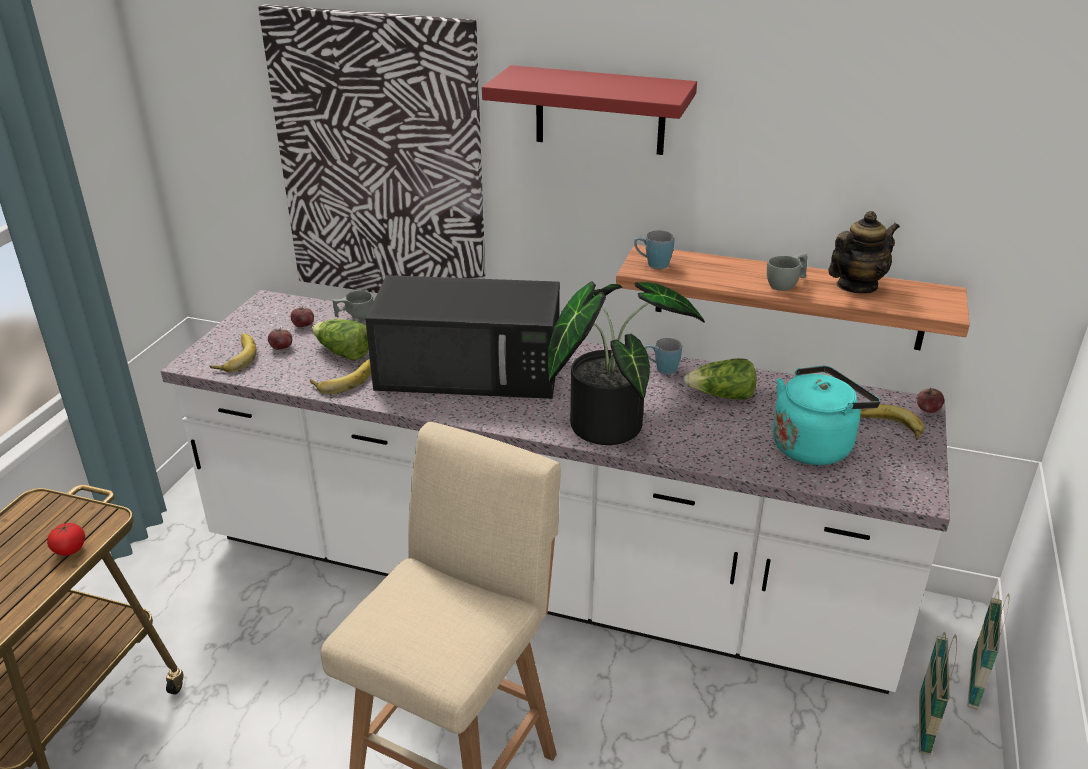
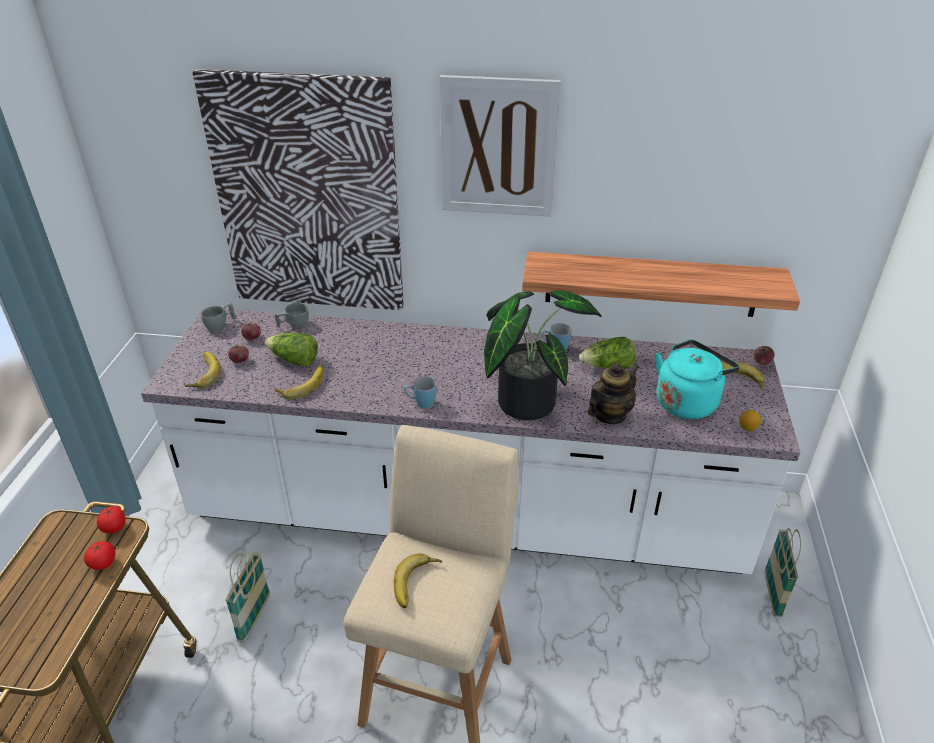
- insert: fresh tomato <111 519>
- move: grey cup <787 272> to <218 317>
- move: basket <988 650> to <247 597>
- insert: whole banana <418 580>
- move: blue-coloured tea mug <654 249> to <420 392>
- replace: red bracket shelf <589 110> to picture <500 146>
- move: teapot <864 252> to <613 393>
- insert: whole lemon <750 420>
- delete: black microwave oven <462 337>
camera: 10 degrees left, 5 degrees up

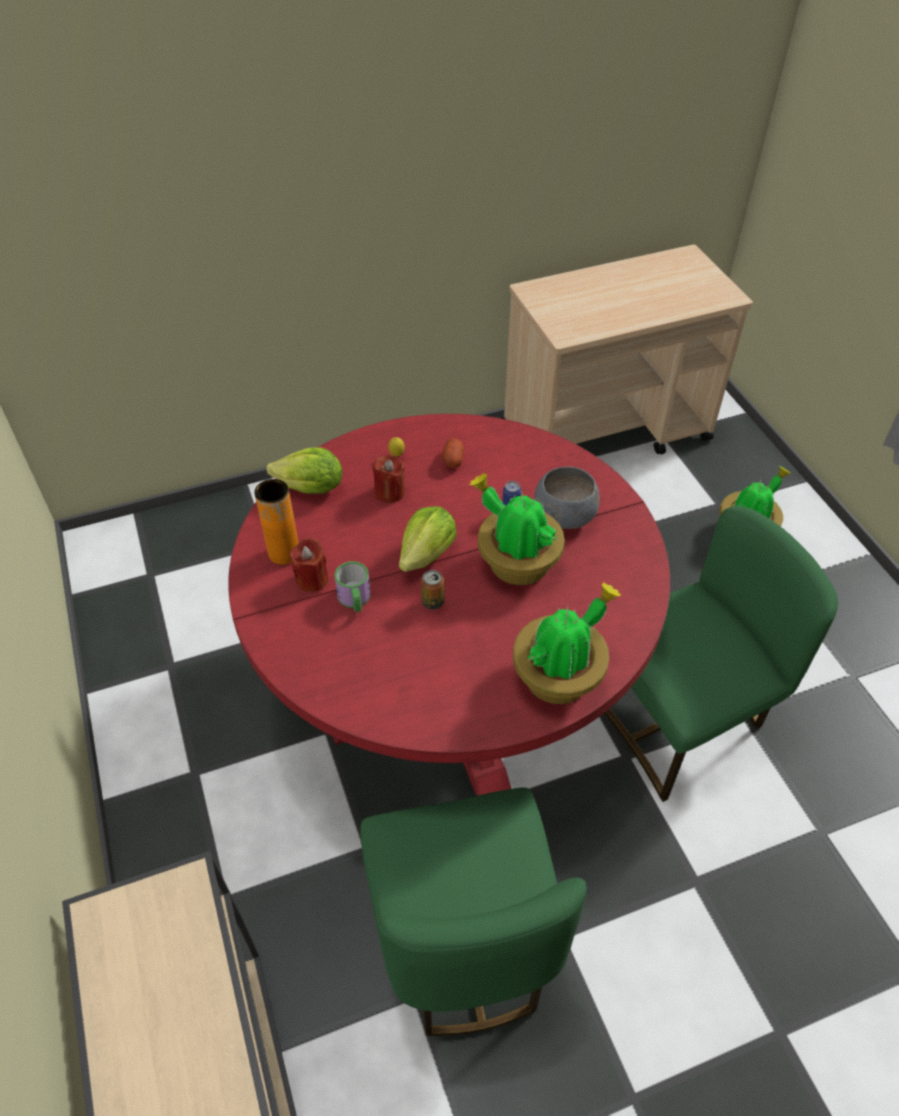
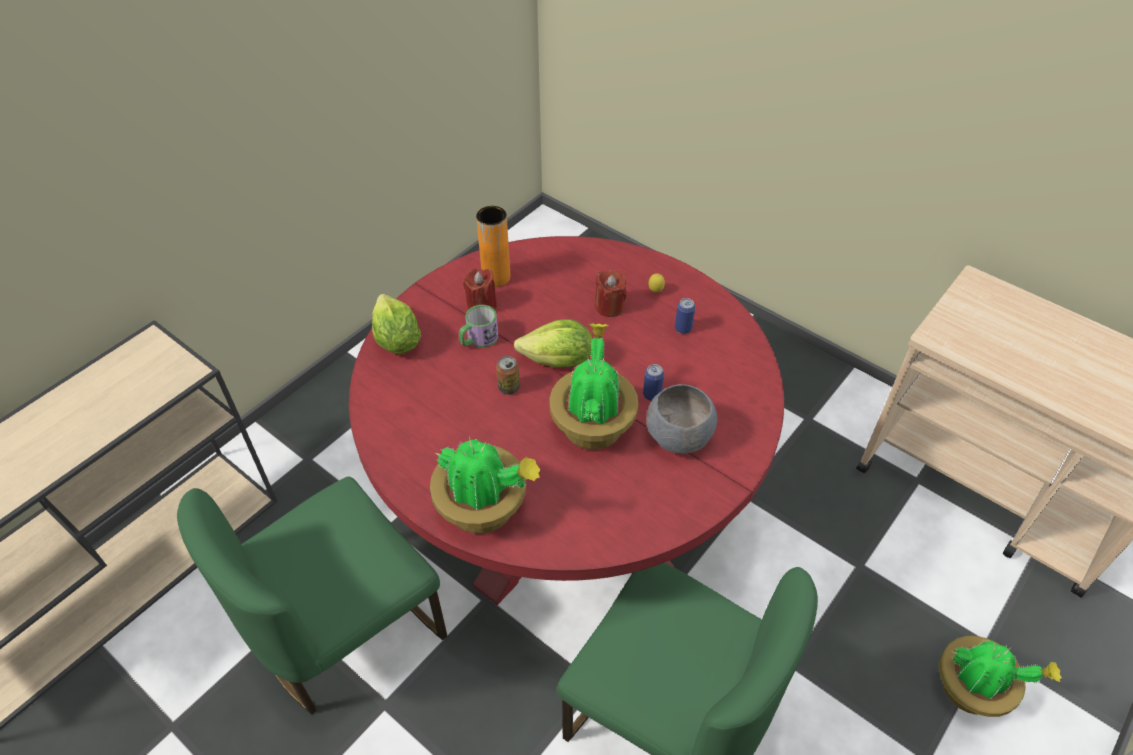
- move: lettuce head <304 470> to <396 324>
- replace: potato <453 453> to metal can <685 316>
camera: 60 degrees right, 0 degrees up

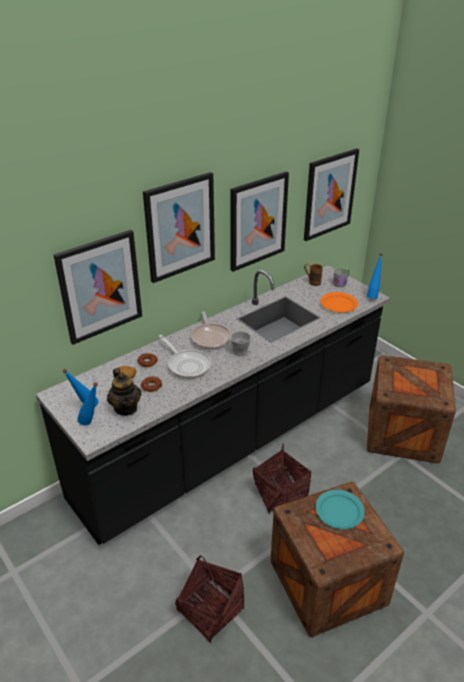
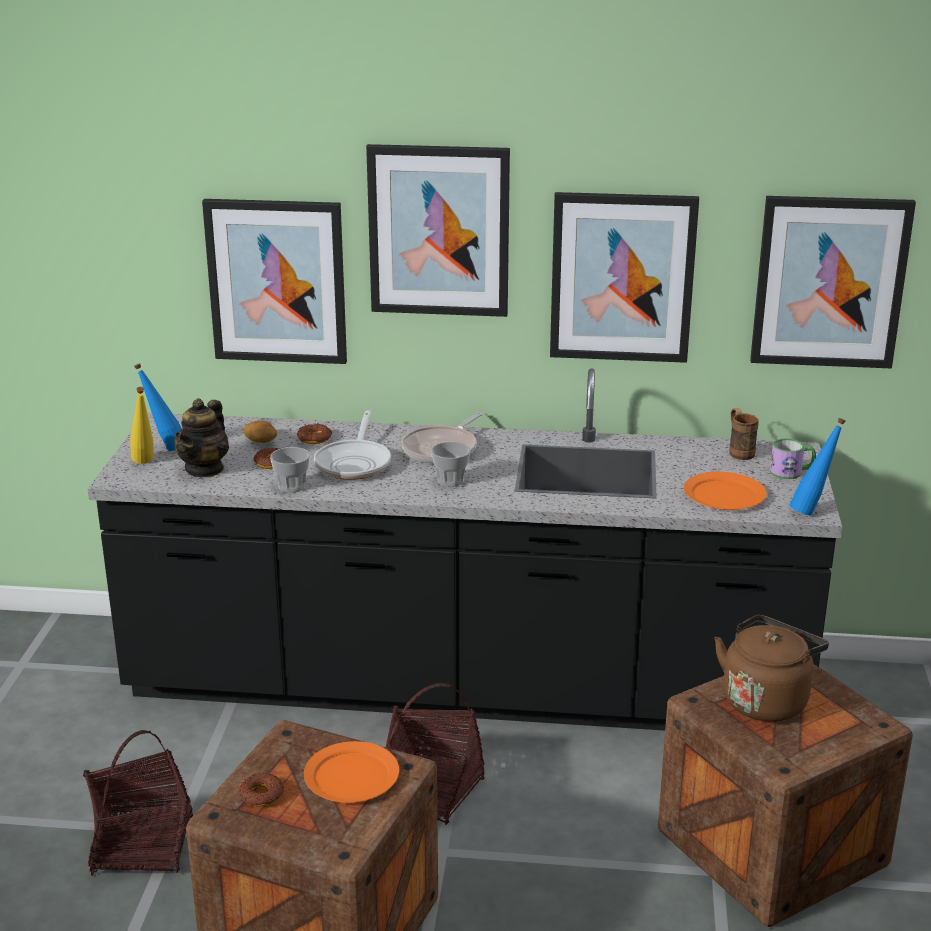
- recolor: blue-coloured beverage bottle <87 403> to yellow beverage bottle <142 425>
- insert: ring doughnut <261 790>
- insert: cup <290 470>
- recolor: turquoise-coloured plate <340 509> to orange plate <351 772>
- insert: brown tea kettle <771 668>
camera: 45 degrees right, 10 degrees down

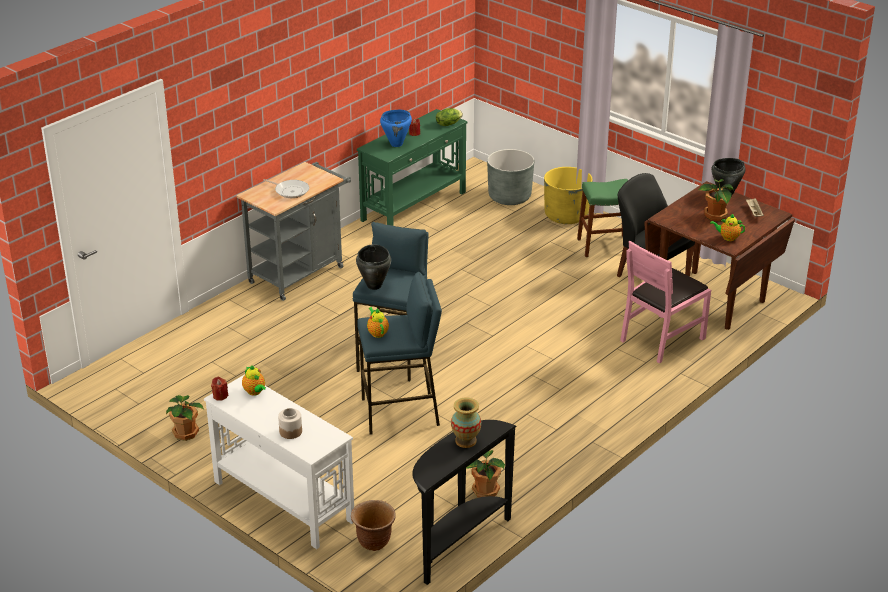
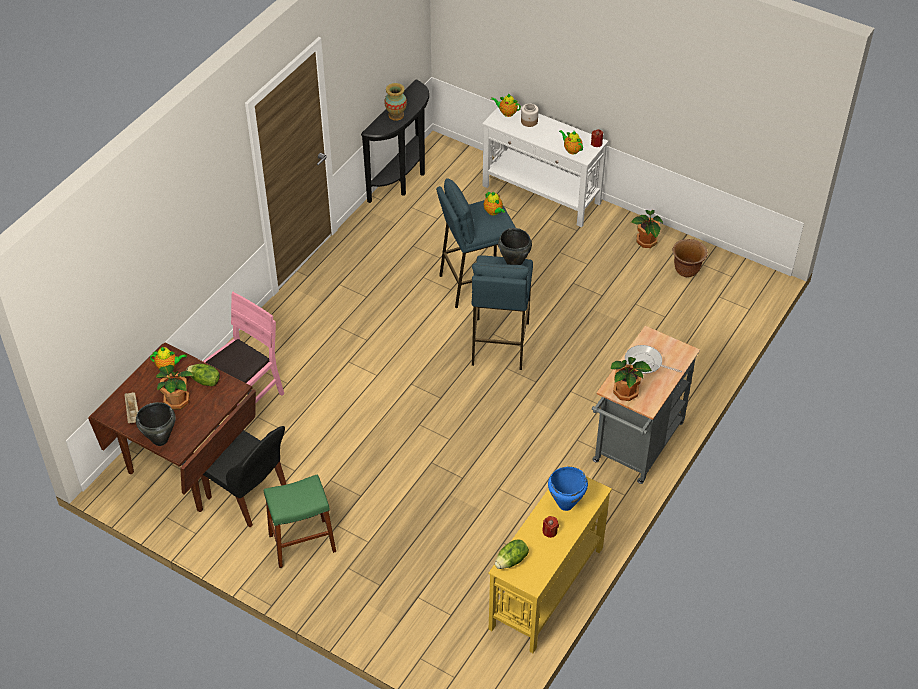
- insert: lettuce head <203 375>
- recolor: greenish console table <412 167> to yellow console table <550 559>
- insert: teapot <506 105>
- move: plant in a pot <485 474> to <631 379>
- move: brown planter <373 525> to <690 258>
- delete: grey planter <510 177>
- delete: yellow planter <568 195>
camera: 170 degrees right, 15 degrees up

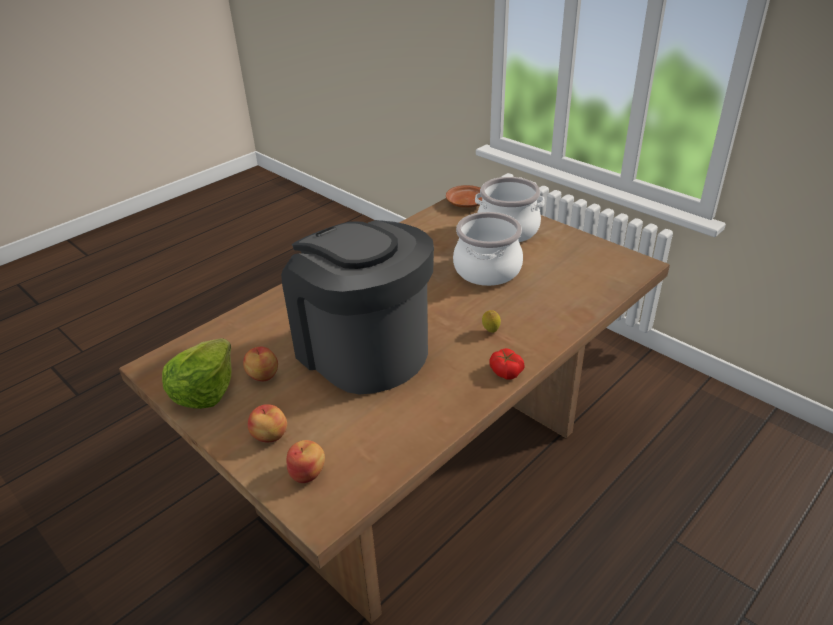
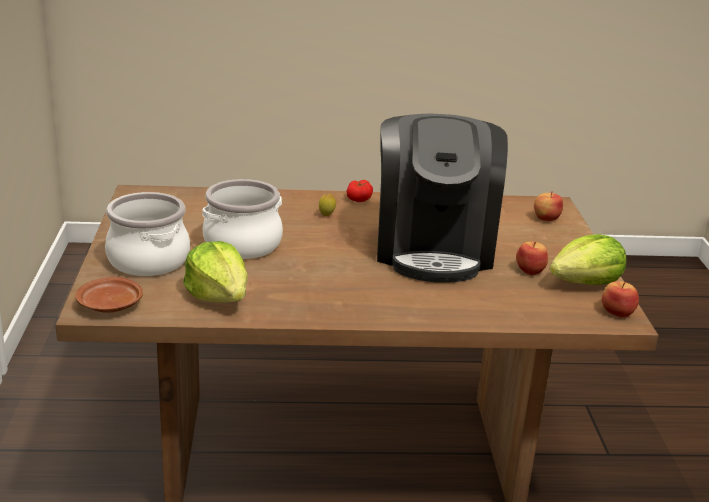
- insert: lettuce head <215 272>
- move: apple <267 423> to <620 299>
camera: 140 degrees left, 10 degrees down

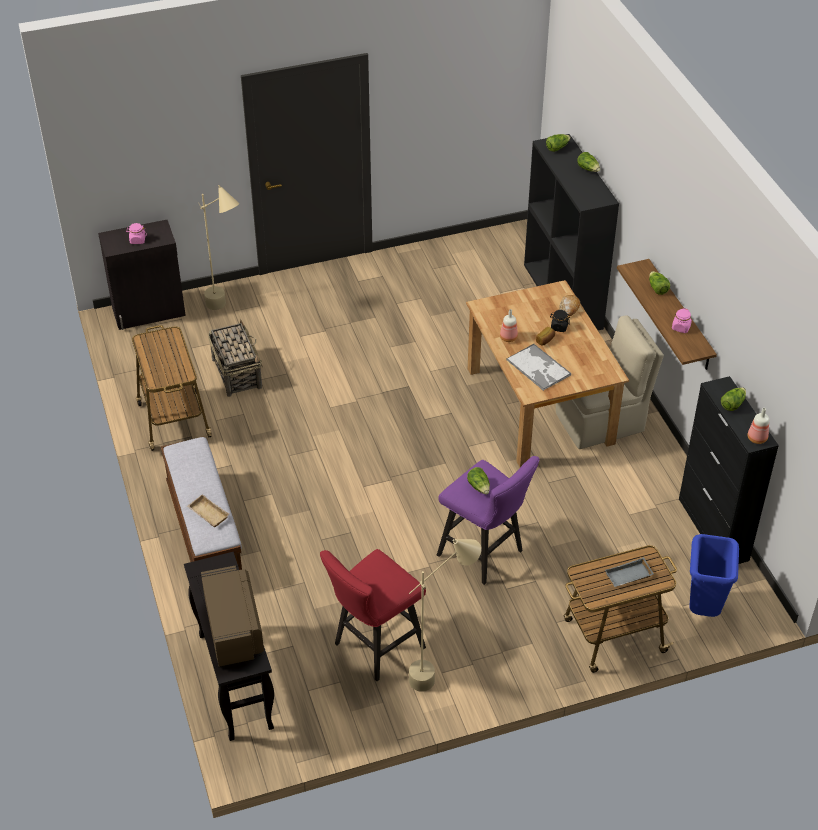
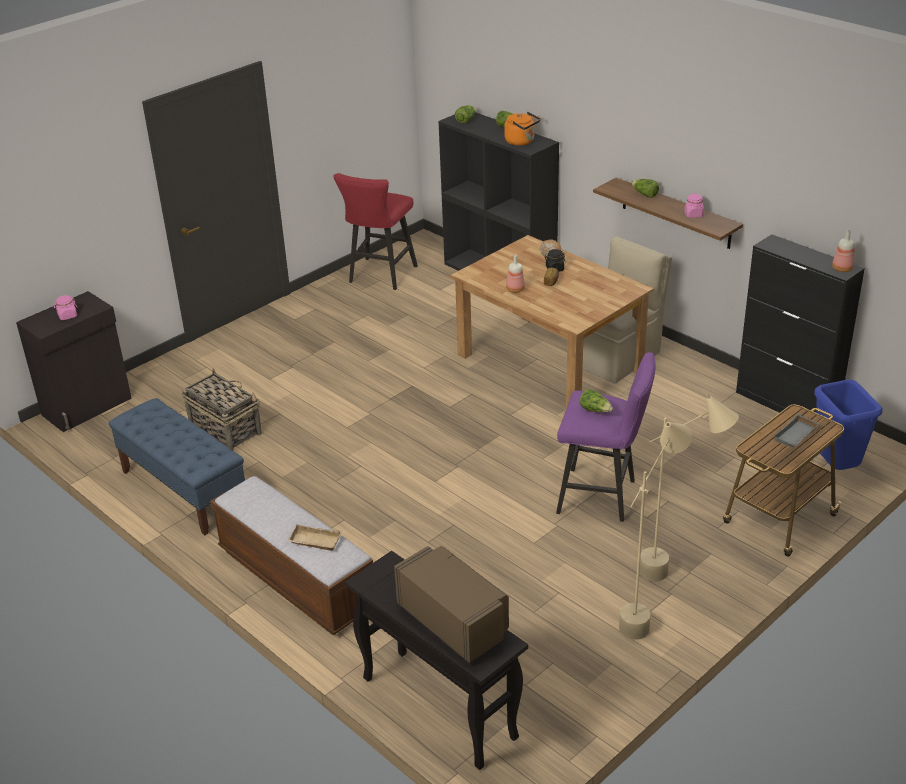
- replace: wheeled cart <172 388> to blue-coloured long seat <177 467>
- move: red stool seat <373 615> to <375 231>
- insert: orange tea kettle <522 129>
- move: sand-coloured standard lamp <219 247> to <689 488>
- delete: serving tray <538 367>
- delete: lettuce head <733 399>
camera: 25 degrees left, 10 degrees down

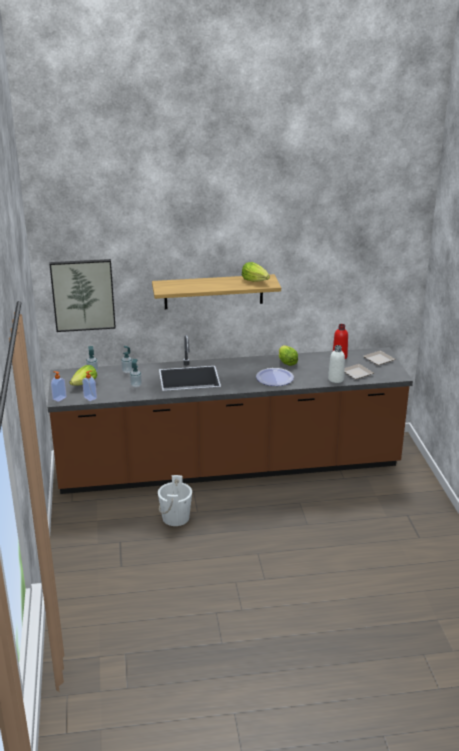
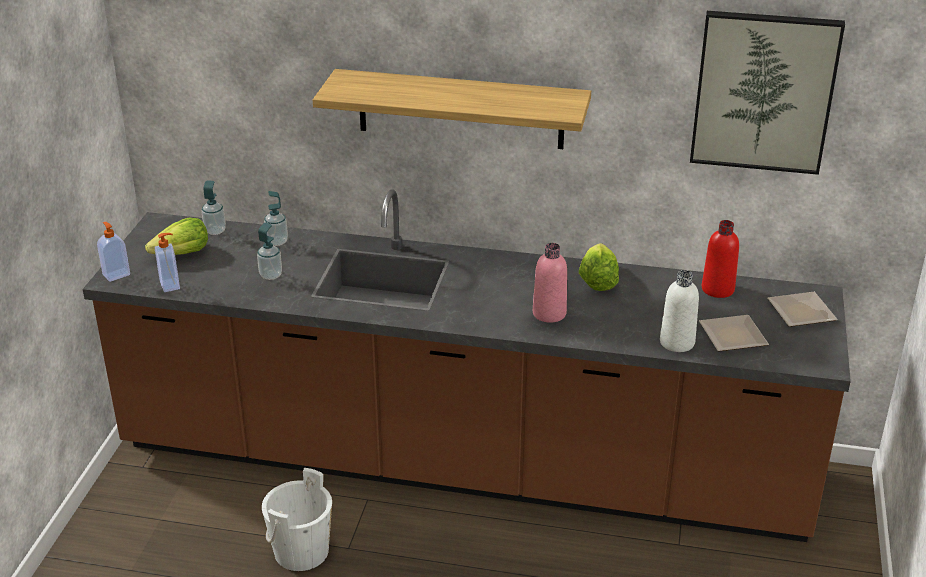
- replace: plate <275 377> to pink beverage bottle <550 283>
- move: picture <82 295> to <767 93>
- delete: lettuce head <256 272>
camera: 20 degrees right, 5 degrees up

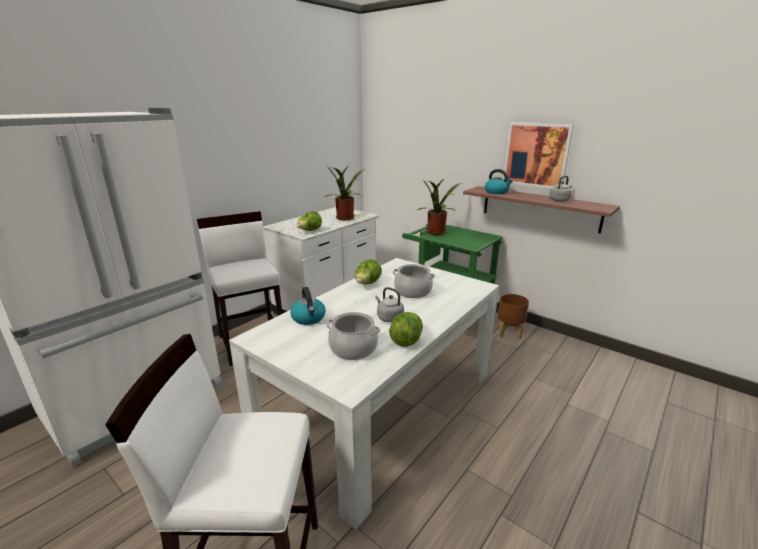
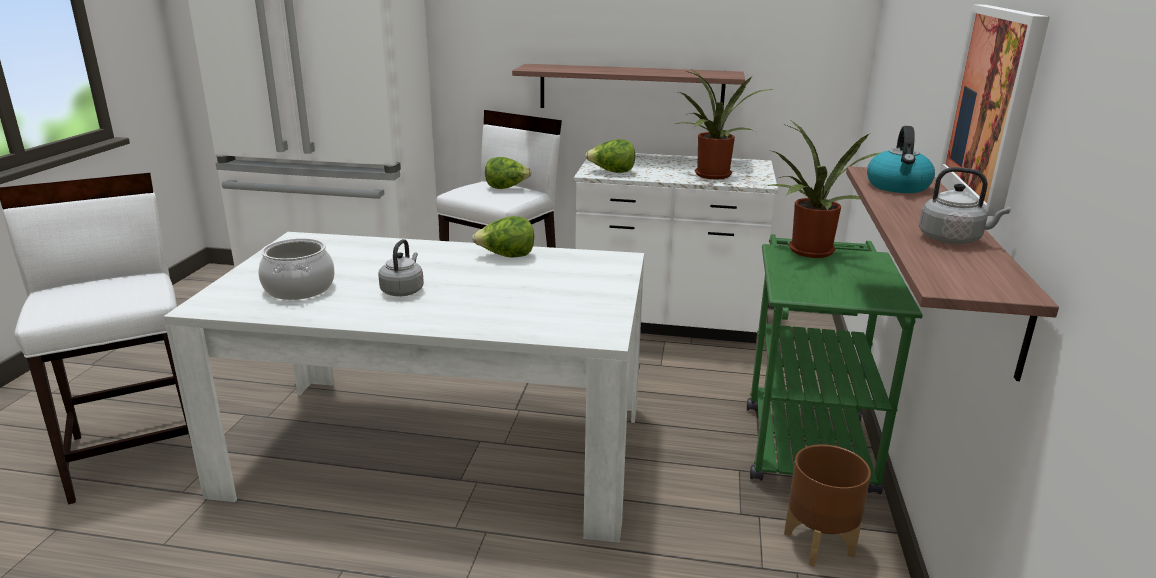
- move: lettuce head <406 329> to <508 173>
- insert: bracket shelf <628 86>
- delete: tea kettle <308 306>
- delete: saucepot <413 281>
camera: 60 degrees right, 0 degrees up

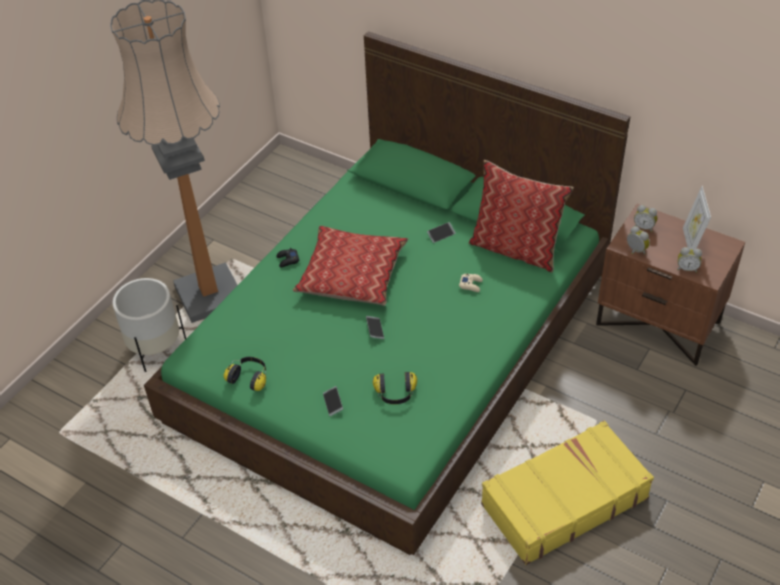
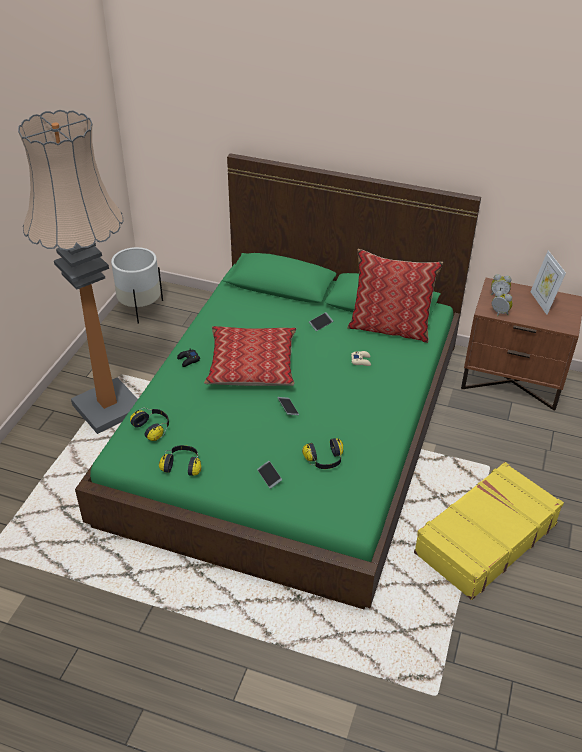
- move: white-coloured planter <149 325> to <137 285>
- insert: headphones <149 424>
- delete: table clock <689 260>
camera: 15 degrees left, 5 degrees down

